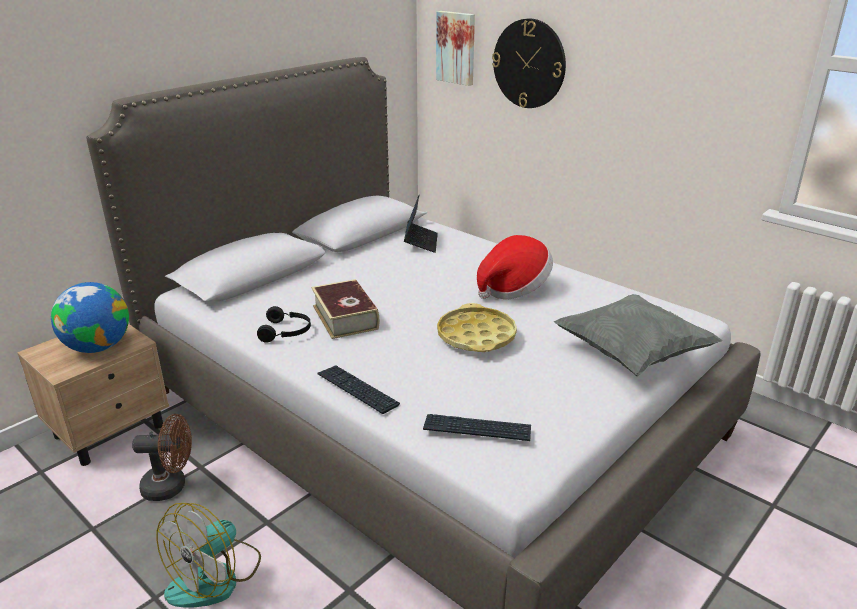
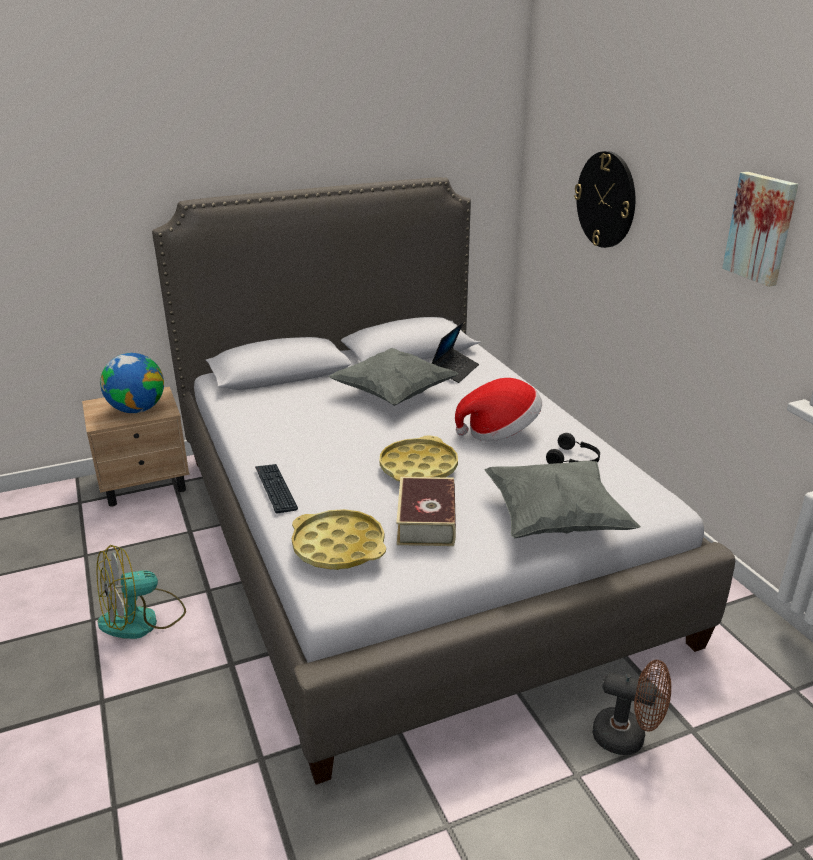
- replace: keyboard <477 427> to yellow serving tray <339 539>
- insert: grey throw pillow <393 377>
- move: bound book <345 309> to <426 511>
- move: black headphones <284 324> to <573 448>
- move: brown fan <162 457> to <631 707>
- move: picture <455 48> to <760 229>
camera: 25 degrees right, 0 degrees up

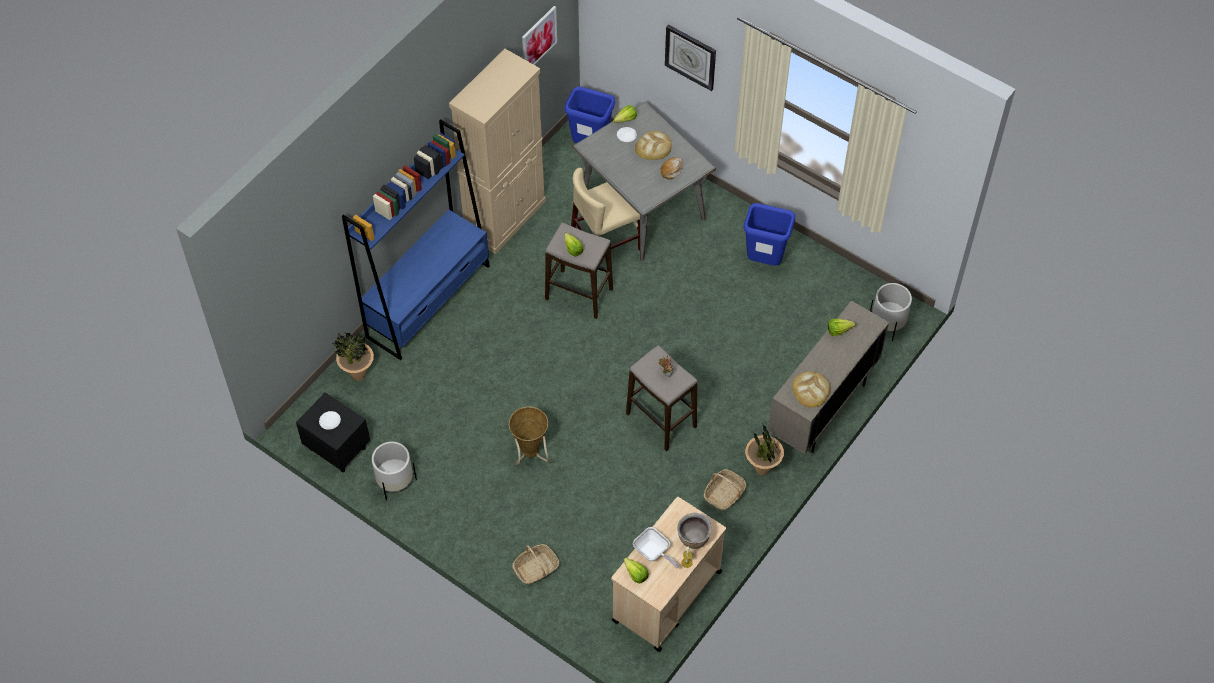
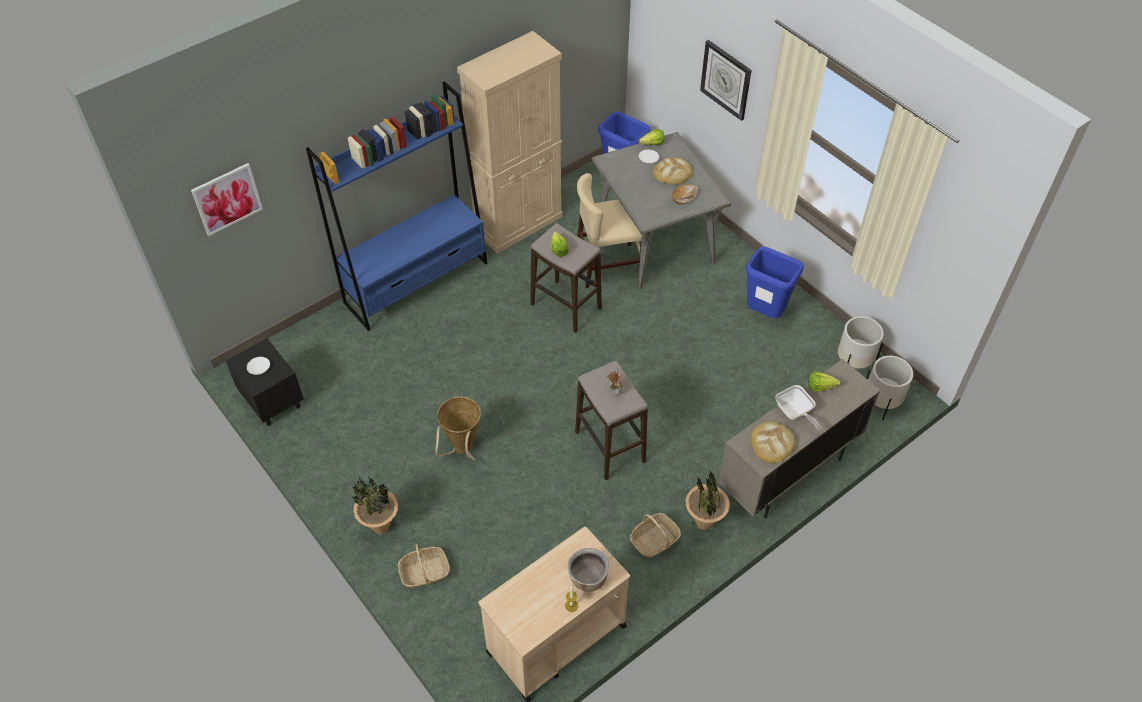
- move: picture <539 35> to <227 199>
- move: plant in a pot <353 356> to <374 506>
- move: pan <656 547> to <798 408>
- move: white-coloured planter <394 471> to <861 342>
- delete: lettuce head <636 570>
camera: 15 degrees right, 5 degrees down

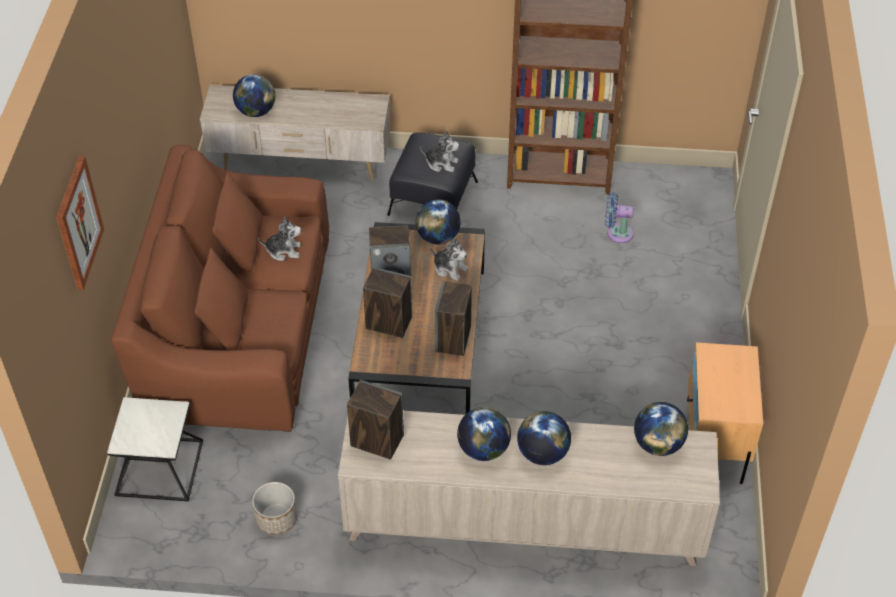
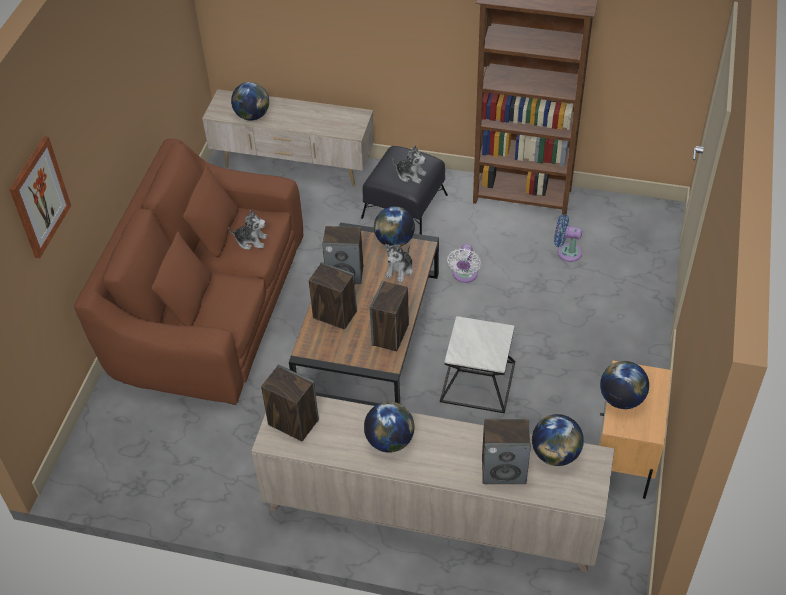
- rotate: plush toy <449 259> = <399 263> 75 degrees clockwise
- move: accent table <155 449> to <477 364>
- insert: white-coloured fan <464 263>
- insert: loudspeaker <506 451>
- move: desk globe <544 438> to <624 385>
- delete: planter <274 508>
camera: 10 degrees right, 0 degrees up

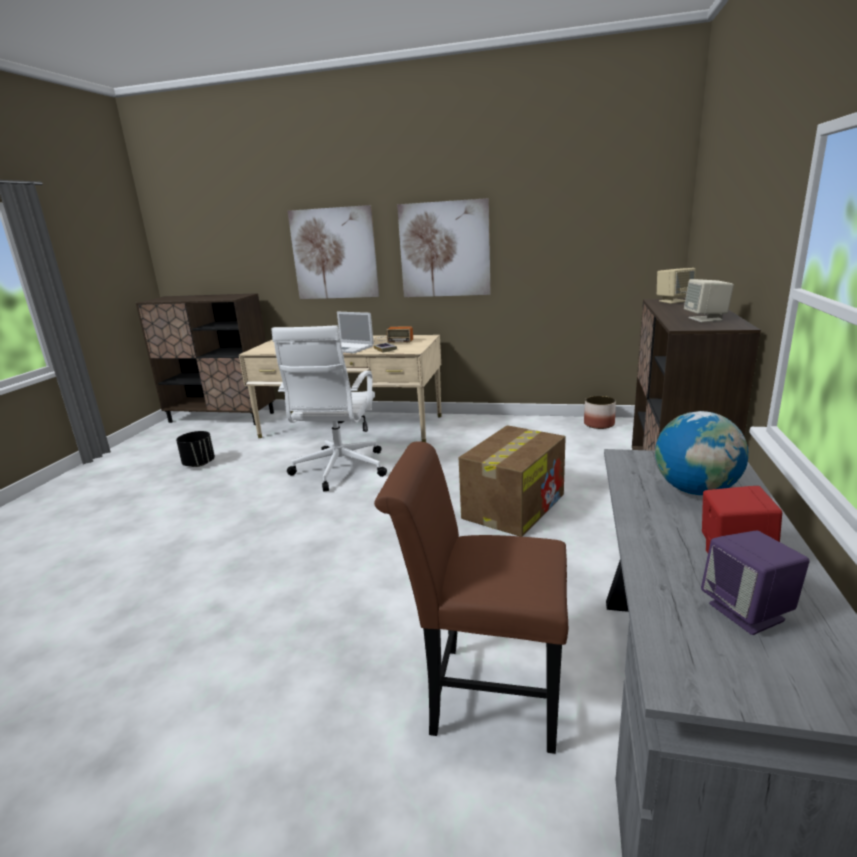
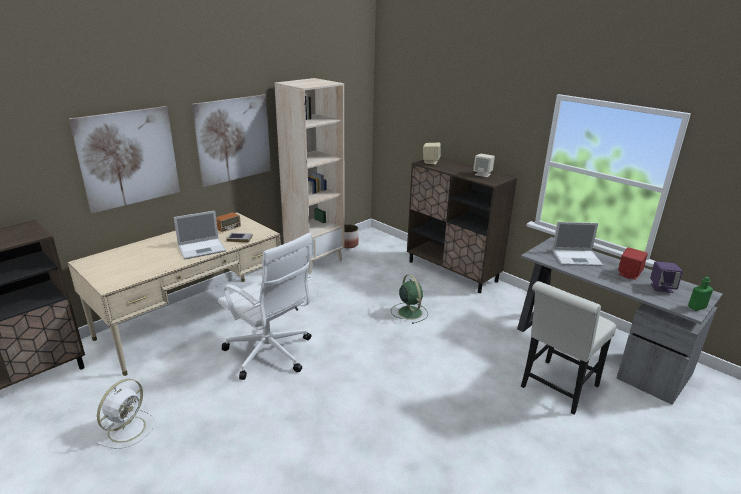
- replace: black planter <195 449> to white-coloured fan <126 414>
- insert: sand-coloured bookshelf <309 176>
- replace: carton <512 481> to greenish fan <409 299>
- recolor: brown chair <471 597> to white-coloured chair <568 348>
- replace: desk globe <701 453> to notebook computer <577 244>
- insert: greenish beverage bottle <700 294>
camera: 60 degrees left, 5 degrees up

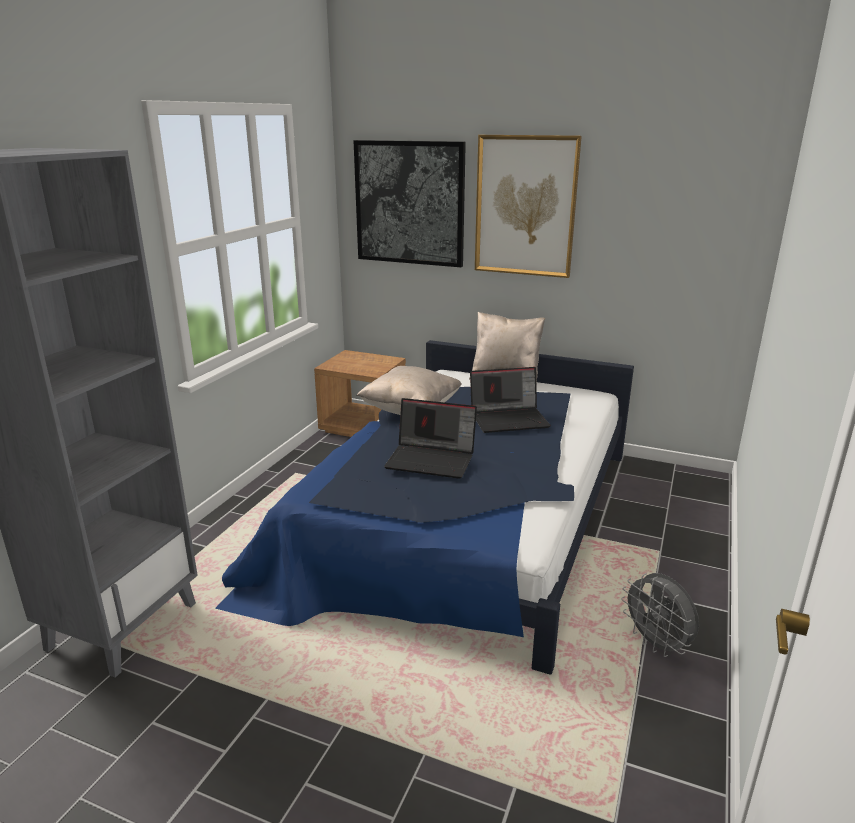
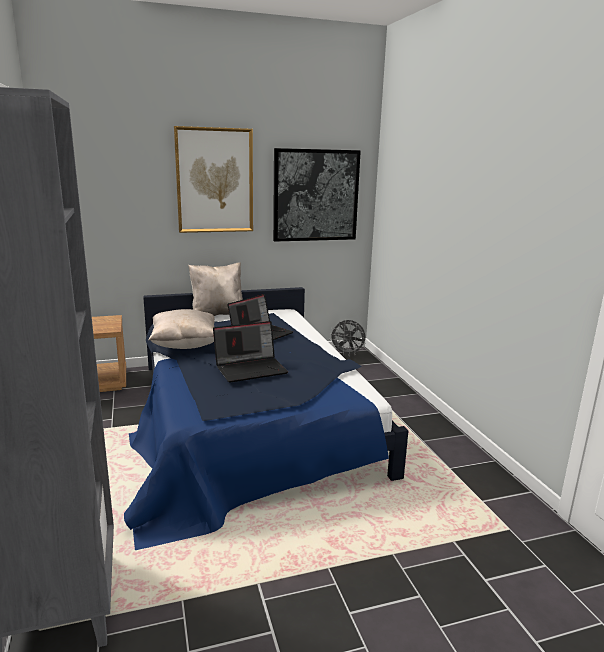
- move: picture <410 203> to <317 195>
- move: grey fan <660 615> to <347 338>
camera: 40 degrees left, 5 degrees down

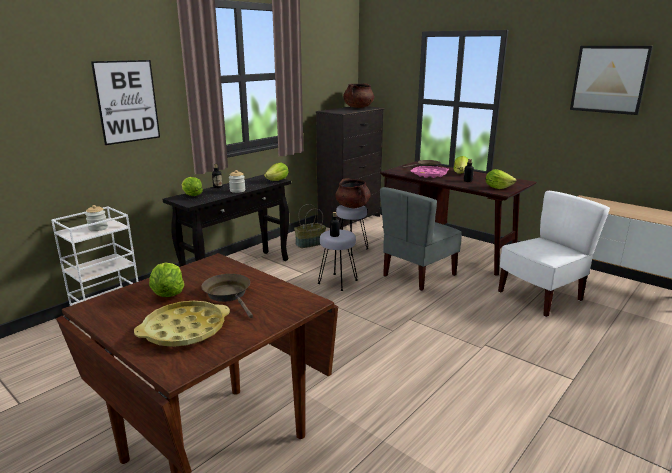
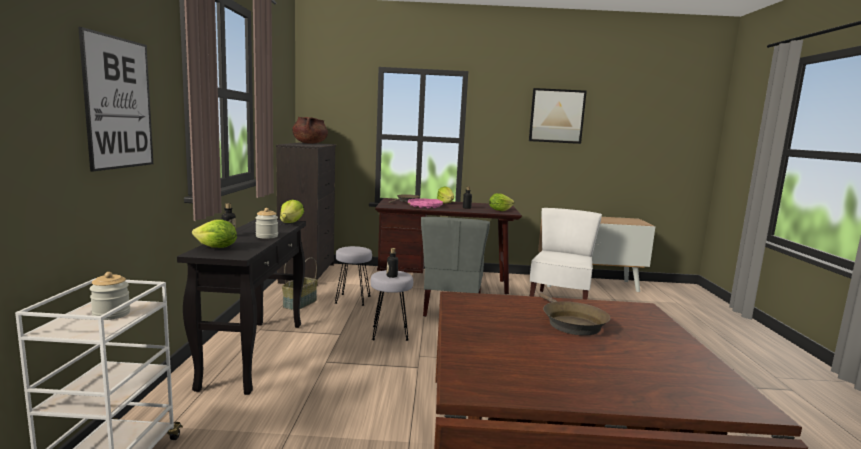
- rotate: brown pan <227 296> = <575 314> 120 degrees counterclockwise
- delete: yellow serving tray <182 324>
- delete: lettuce head <166 279>
- delete: brown saucepot <353 194>
camera: 40 degrees left, 10 degrees down

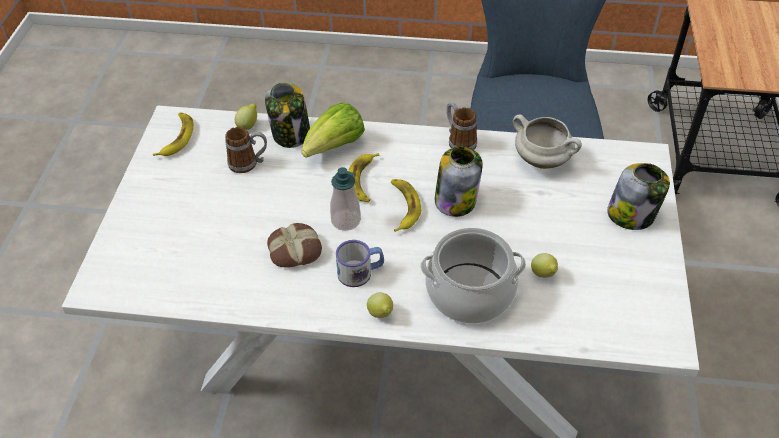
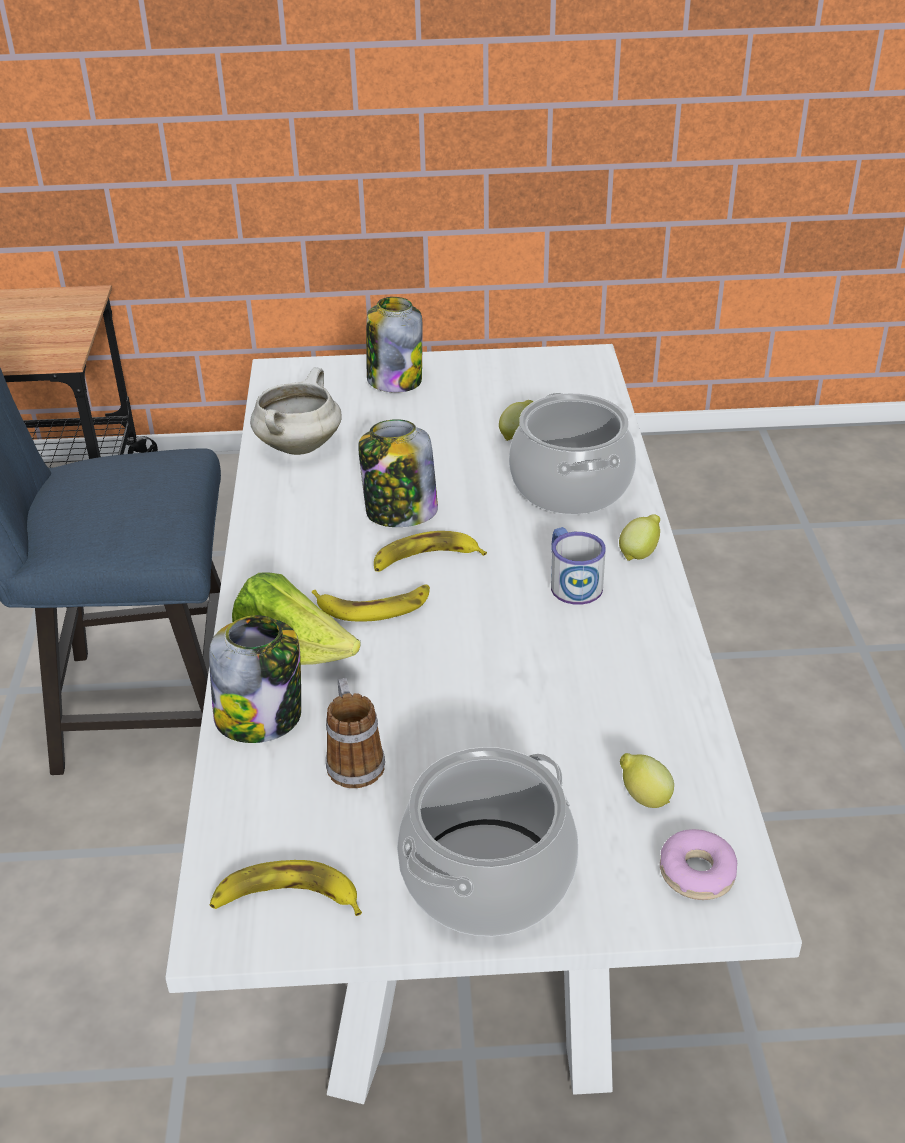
- insert: saucepot <487 841>
- move: whole lemon <246 117> to <647 780>
- insert: ring doughnut <698 864>
- delete: bakery bread <294 245>
- delete: soap dispenser <345 199>
- delete: tea mug <461 126>
camera: 100 degrees left, 10 degrees down

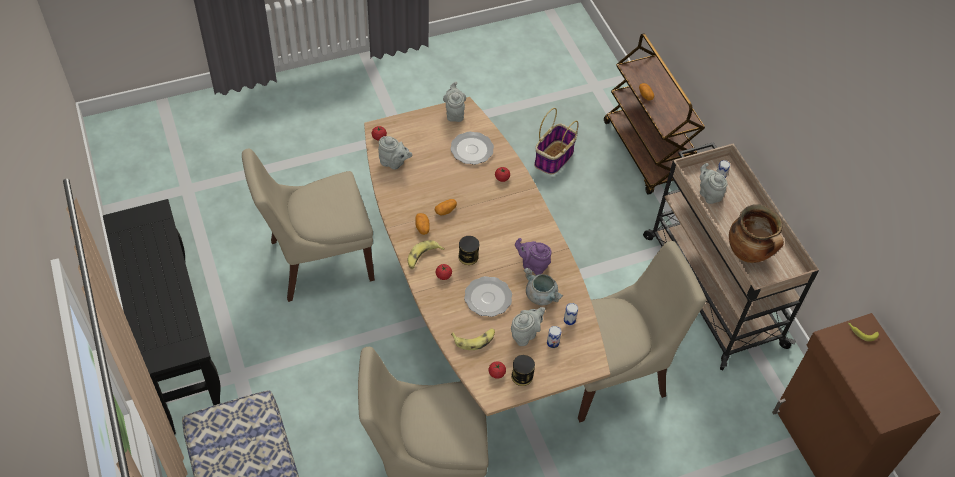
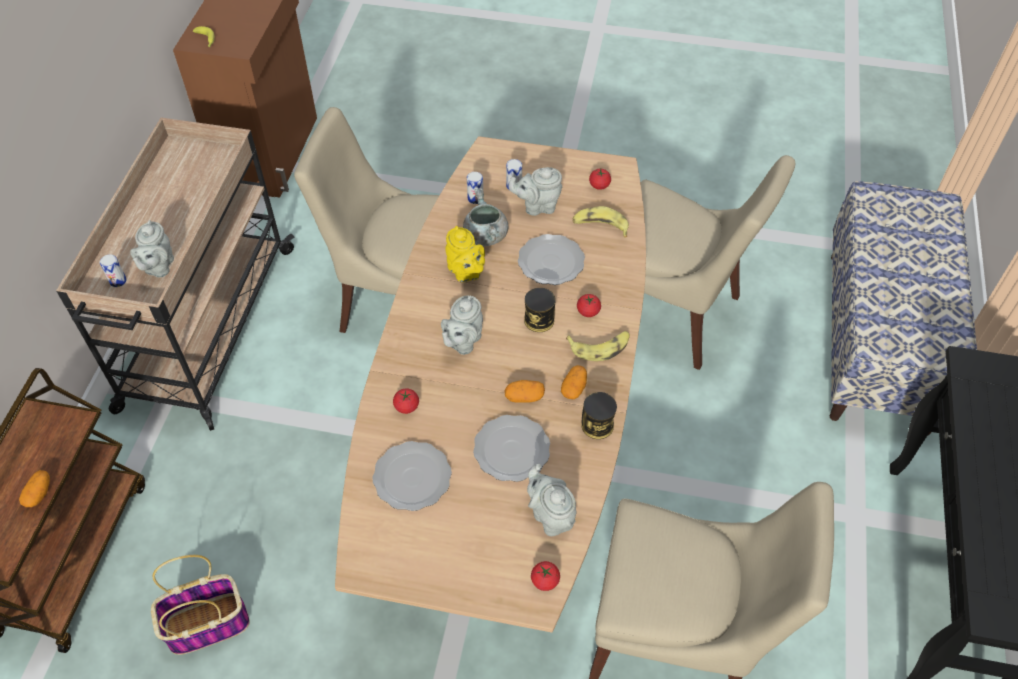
- move: grey teapot <454 102> to <462 325>
- recolor: purple-coloured teapot <533 256> to yellow teapot <465 254>
- insert: plate <511 448>
- move: metal can <523 370> to <599 415>
- delete: saucepot <756 233>
camera: 145 degrees left, 0 degrees up

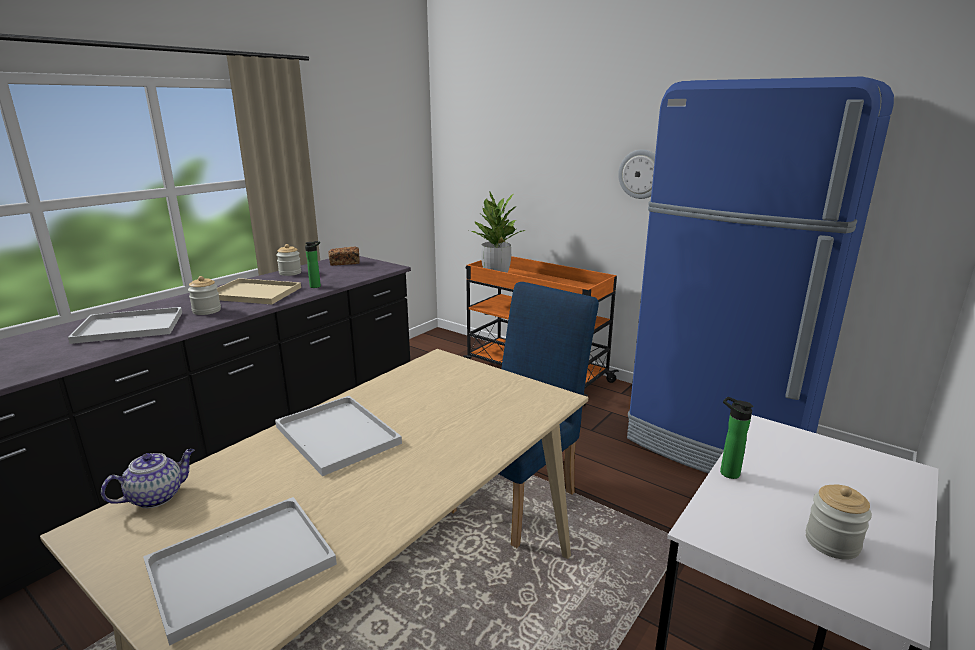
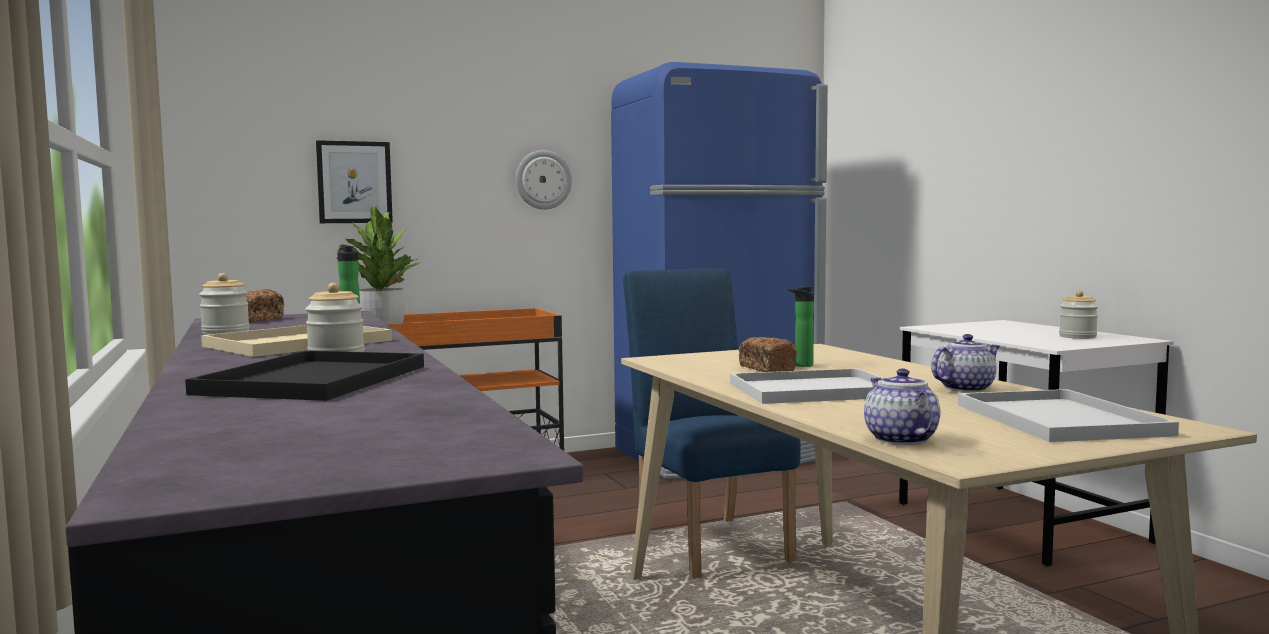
- recolor: white-coloured serving tray <125 325> to black serving tray <304 376>
- insert: picture <354 181>
- insert: bakery bread <768 354>
- move: beverage bottle <736 438> to <801 327>
- insert: teapot <965 363>
camera: 60 degrees left, 15 degrees down

